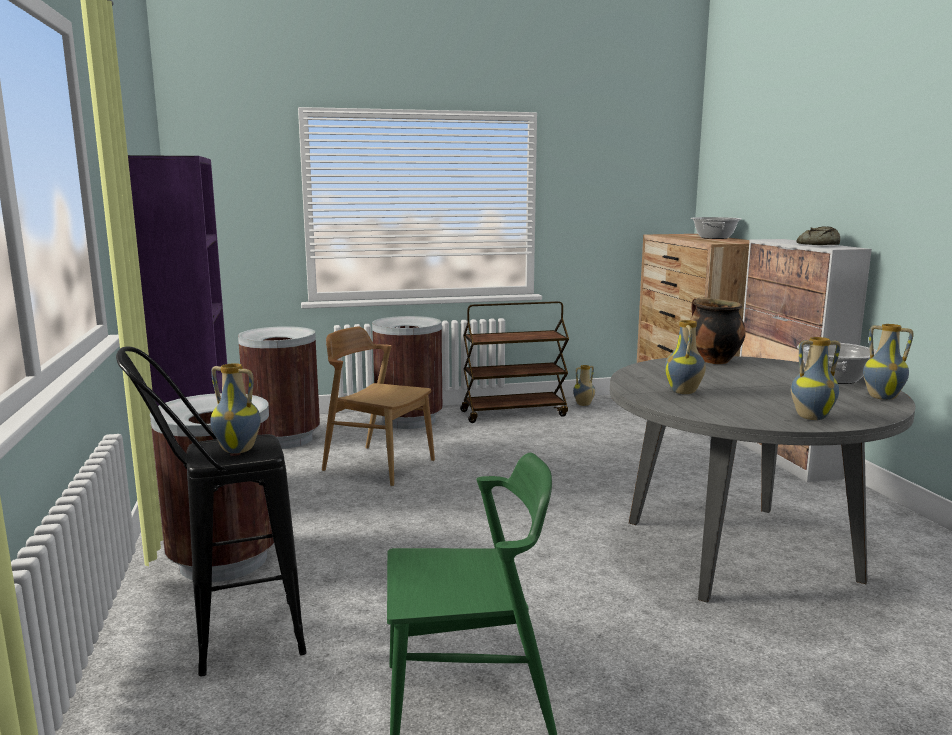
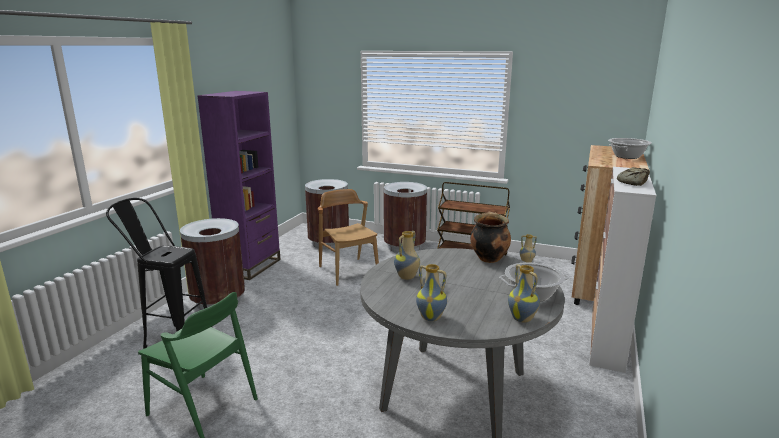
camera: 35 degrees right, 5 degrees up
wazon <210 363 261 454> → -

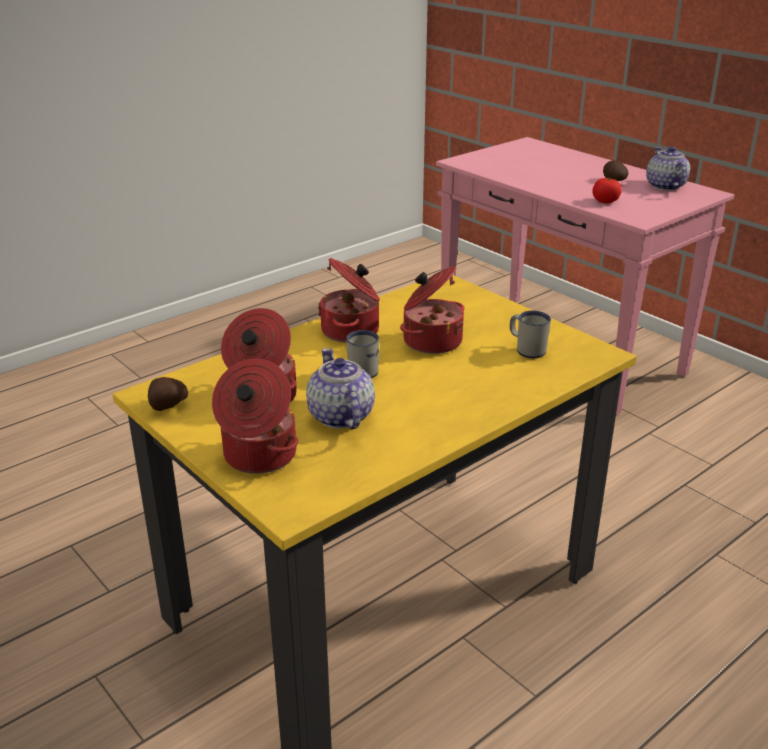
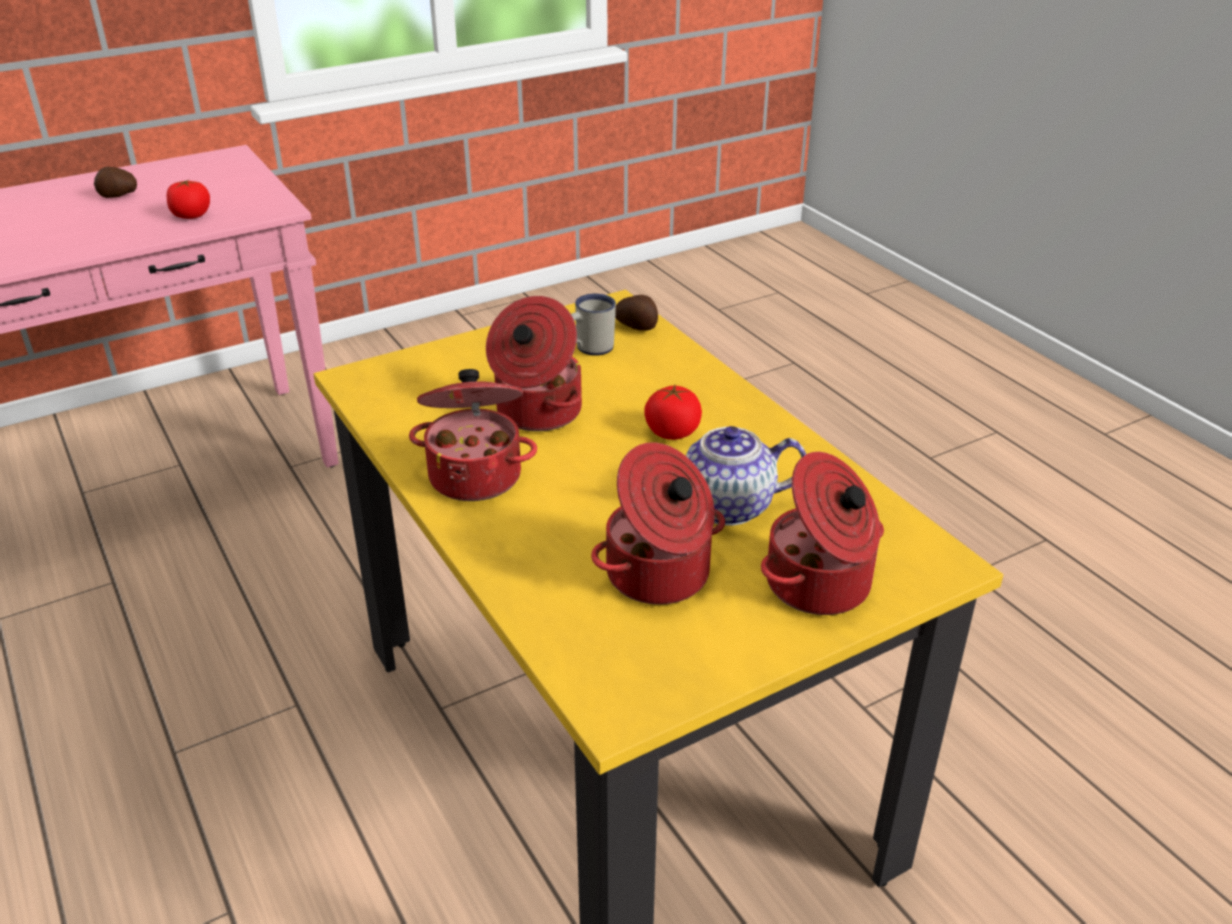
camera: 80 degrees left, 5 degrees up
kubek/biały <346 330 379 378> → -
imbryk <646 146 690 191> → -
- → pomidor <644 385 702 440>
ziemniak <148 377 188 411> → ziemniak <615 295 658 331>, relocated

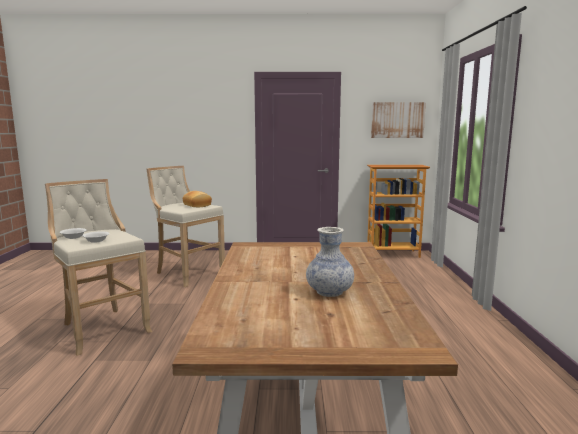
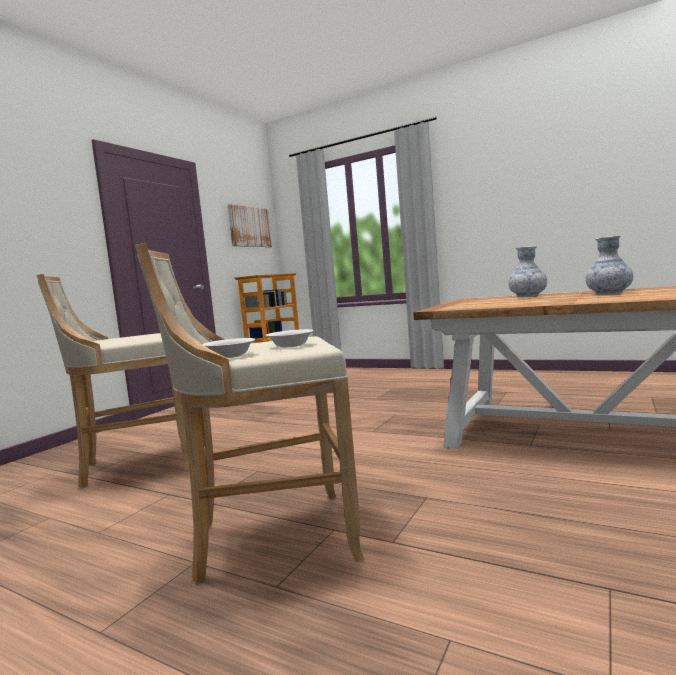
camera: 60 degrees left, 5 degrees down
chleb <183 191 212 207> → -
- → wazon <508 246 547 297>

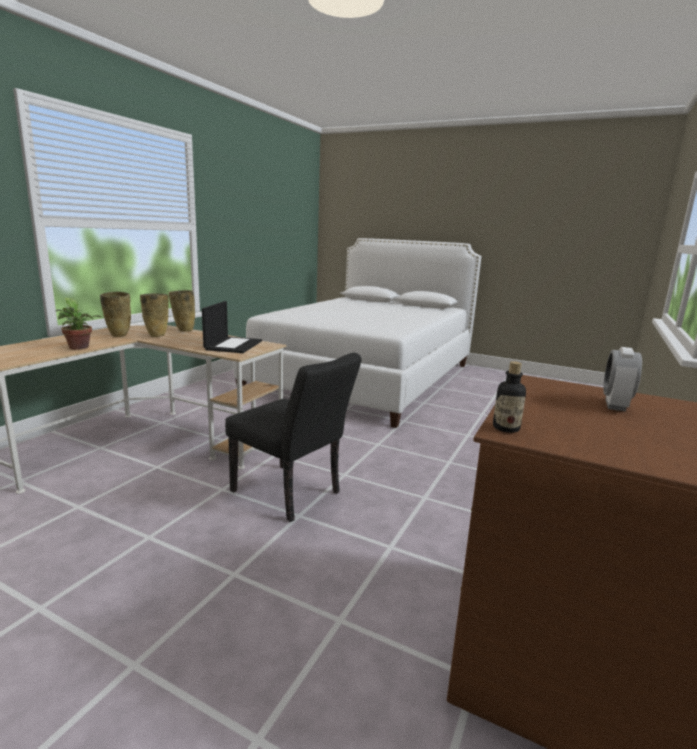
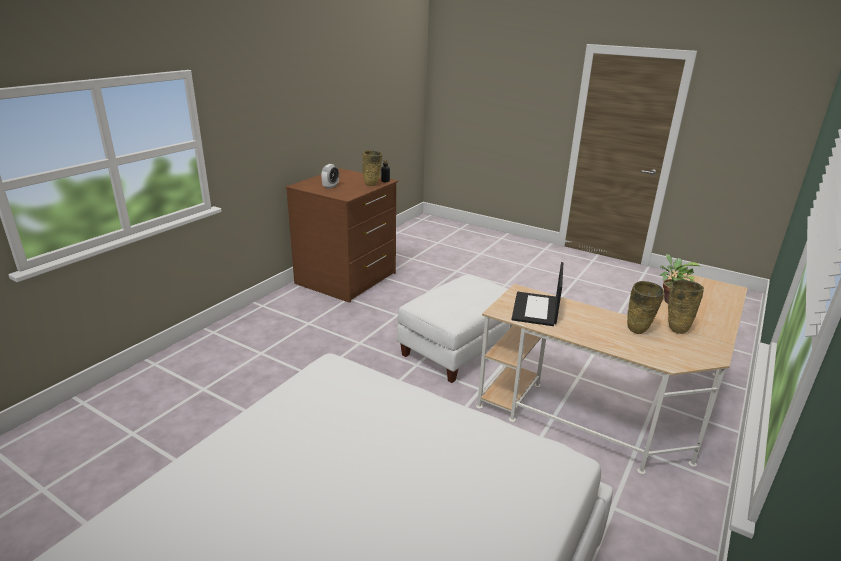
camera: 175 degrees left, 10 degrees up
wazon/beżowy <169 290 195 332> → wazon/beżowy <362 150 382 186>, relocated
krzesło/czarny <225 353 362 522> → pufa/biały <397 274 510 383>

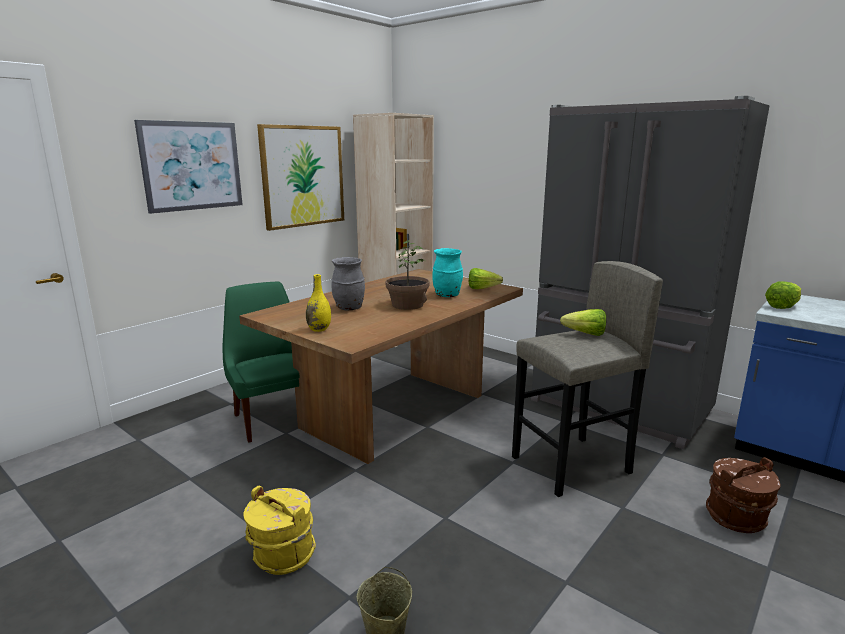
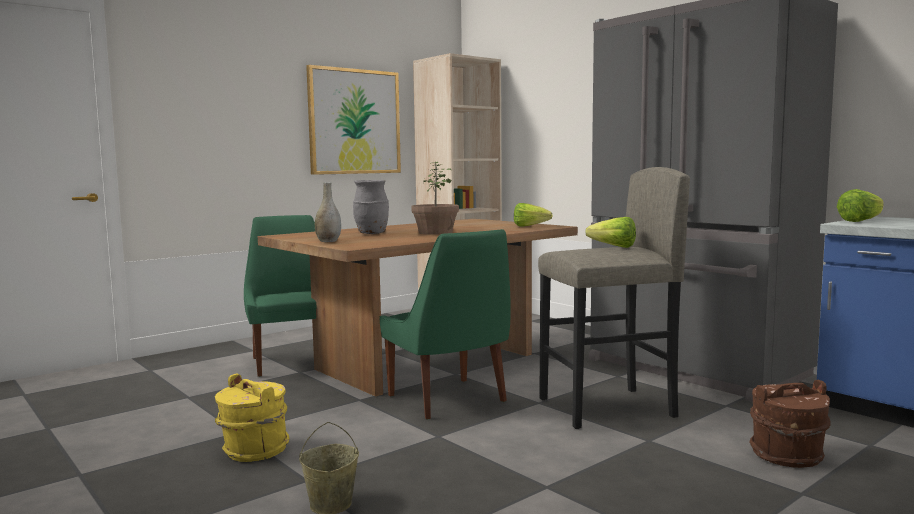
camera: 10 degrees right, 10 degrees down
obraz <134 120 243 214> → -
wazon/turkusowy <432 248 463 297> → -
- → krzesło/zielony <380 229 510 420>
wazon/żółty <306 274 331 332> → wazon/szary <315 182 341 242>

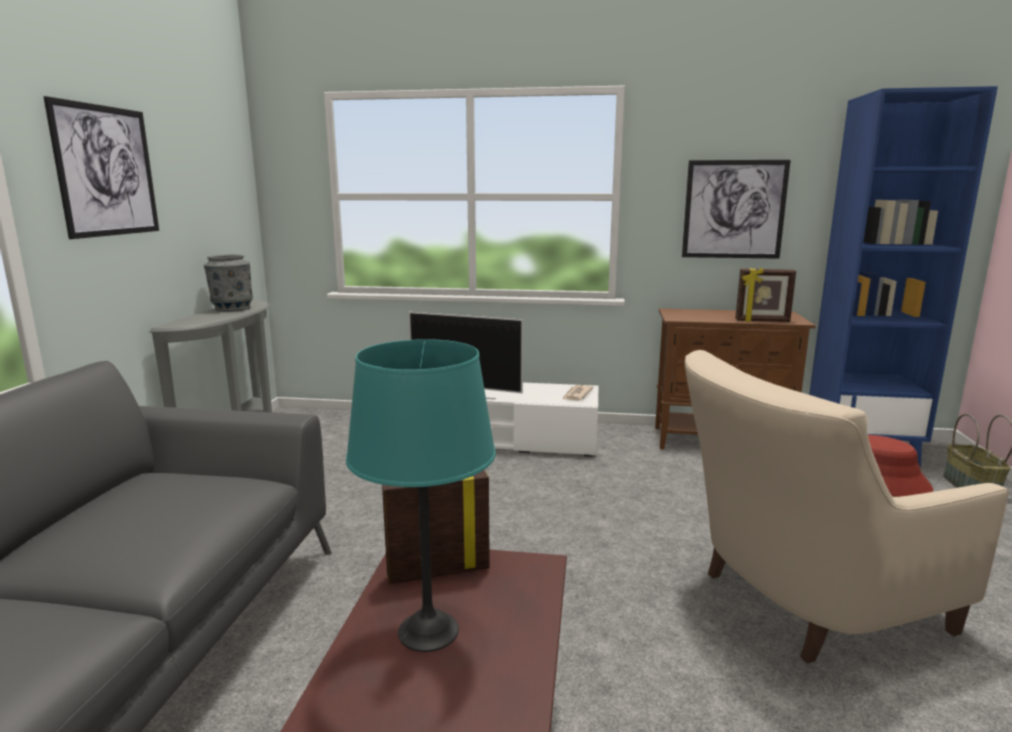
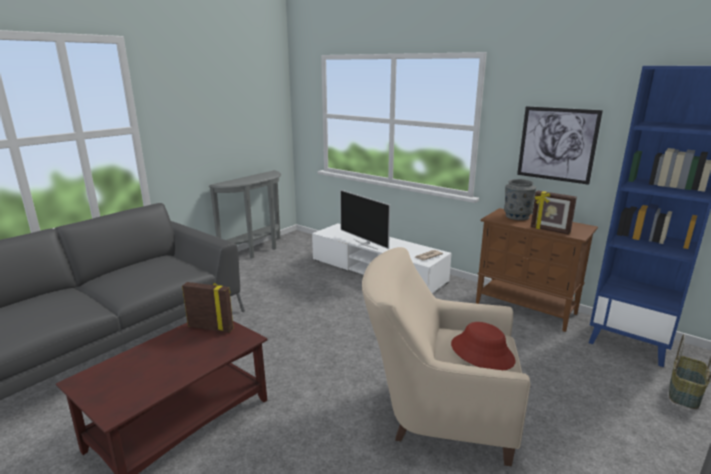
camera: 30 degrees right, 5 degrees up
obraz <43 96 159 239> → -
lampa stołowa/turkusowy <346 339 496 652> → -
wazon/szary <204 255 253 312> → wazon/szary <504 179 536 220>, relocated

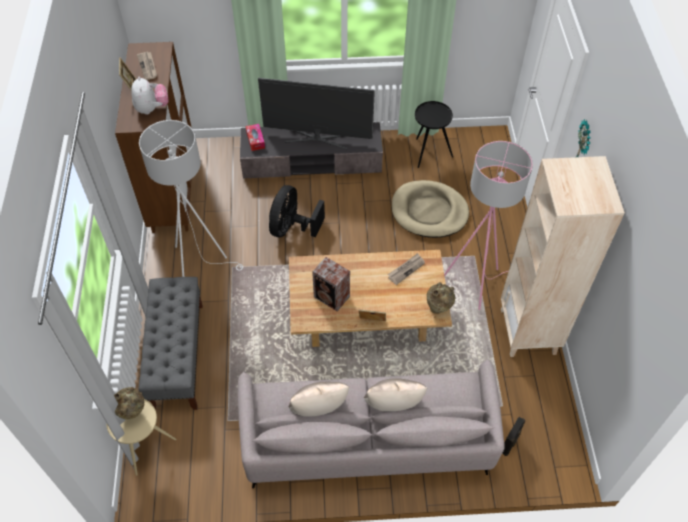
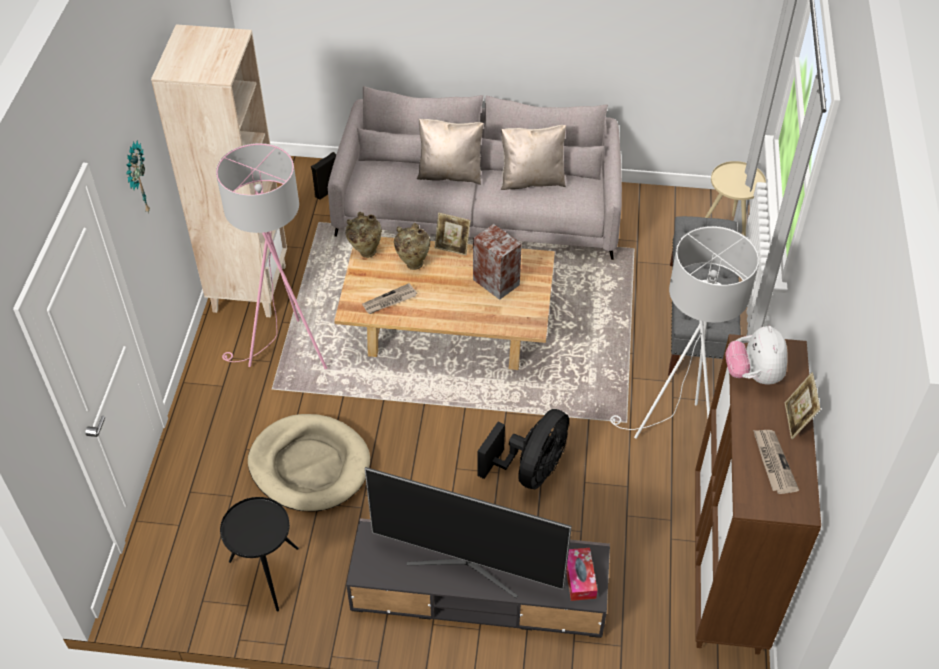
camera: 170 degrees left, 5 degrees down
wazon/beżowy <114 387 145 420> → wazon/beżowy <394 223 430 270>, relocated

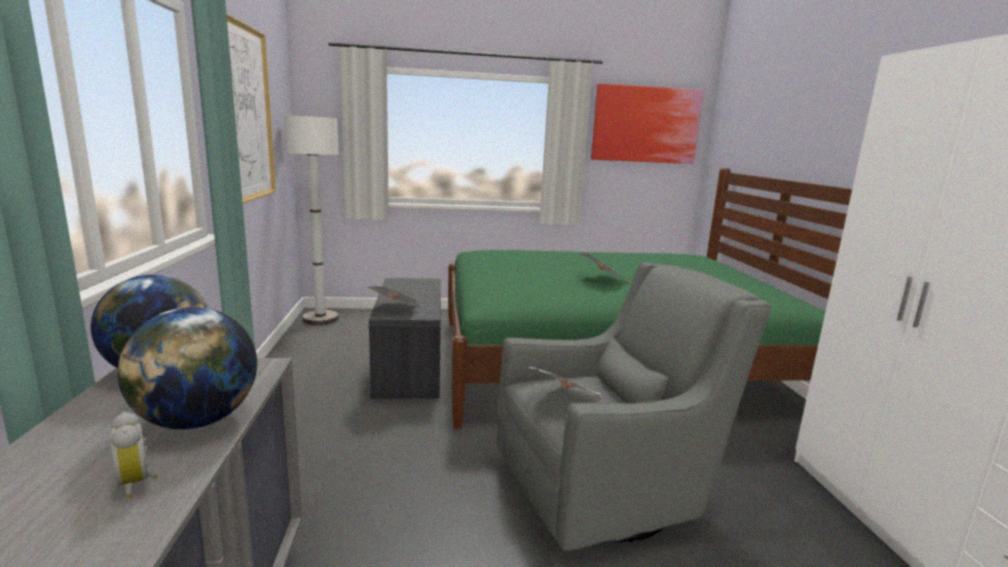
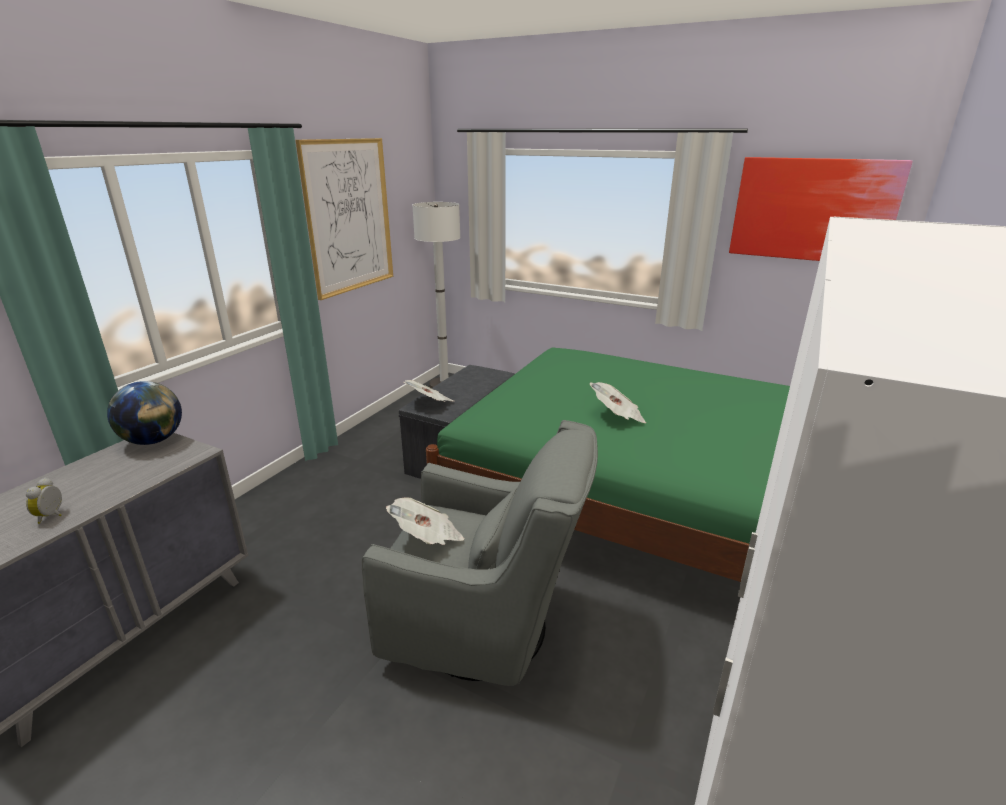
camera: 35 degrees right, 10 degrees up
globus <117 307 257 429> → -

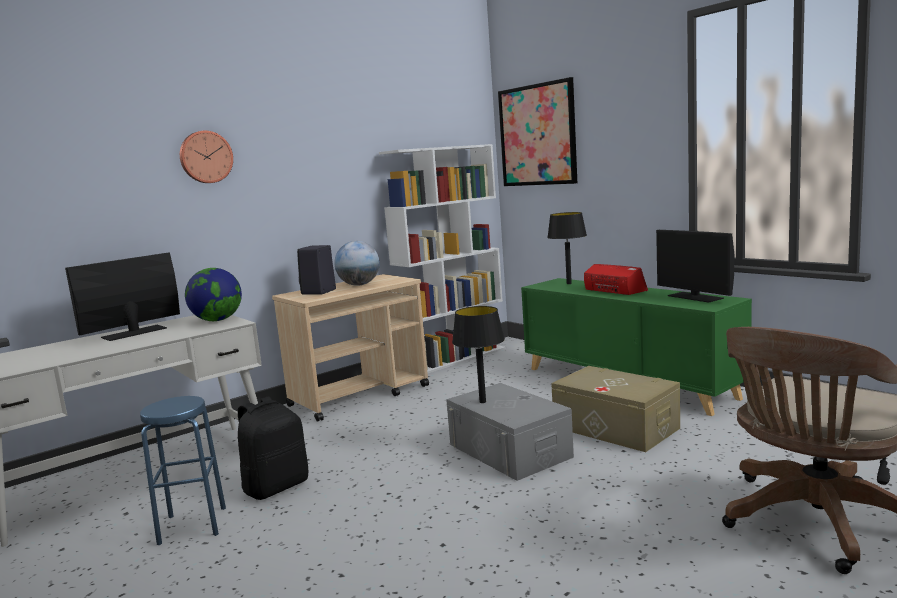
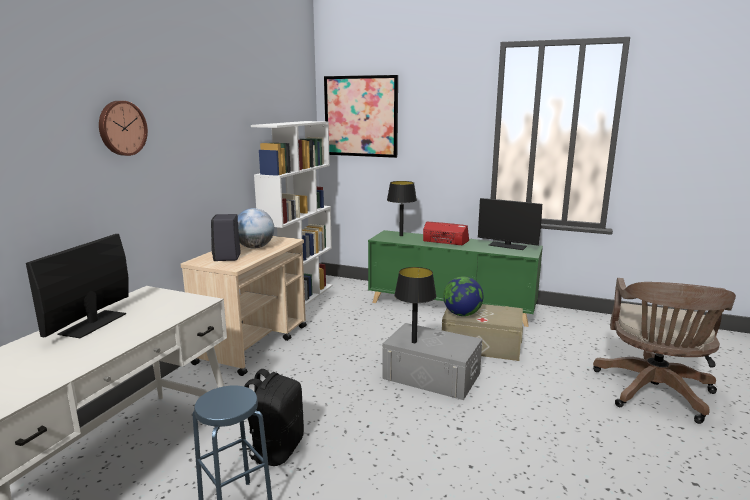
camera: 30 degrees left, 5 degrees up
globus <185 268 242 321> → globus <443 276 484 316>, relocated

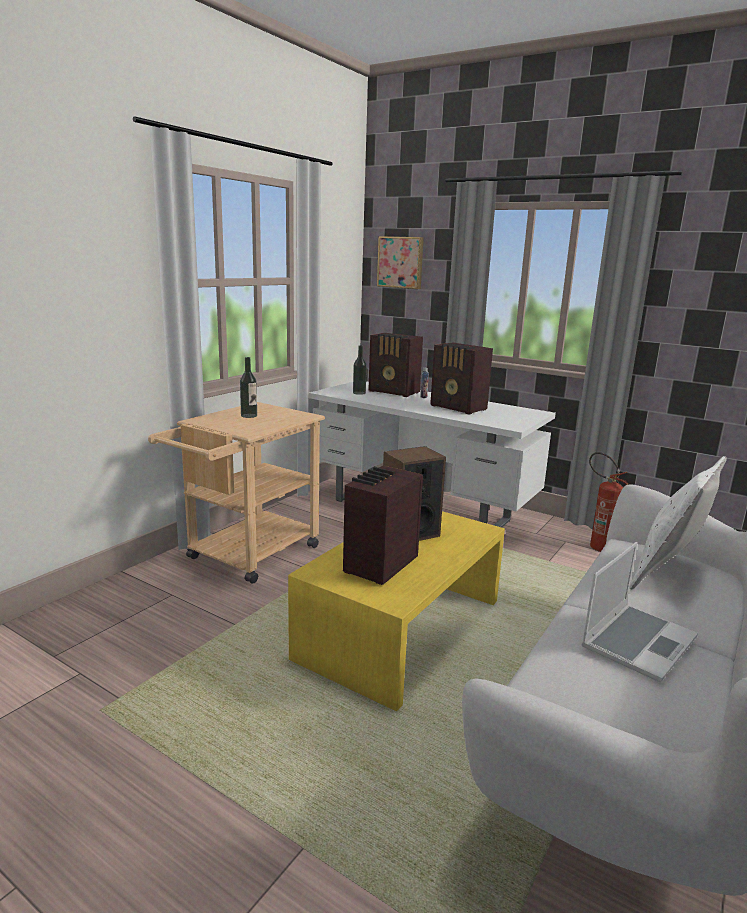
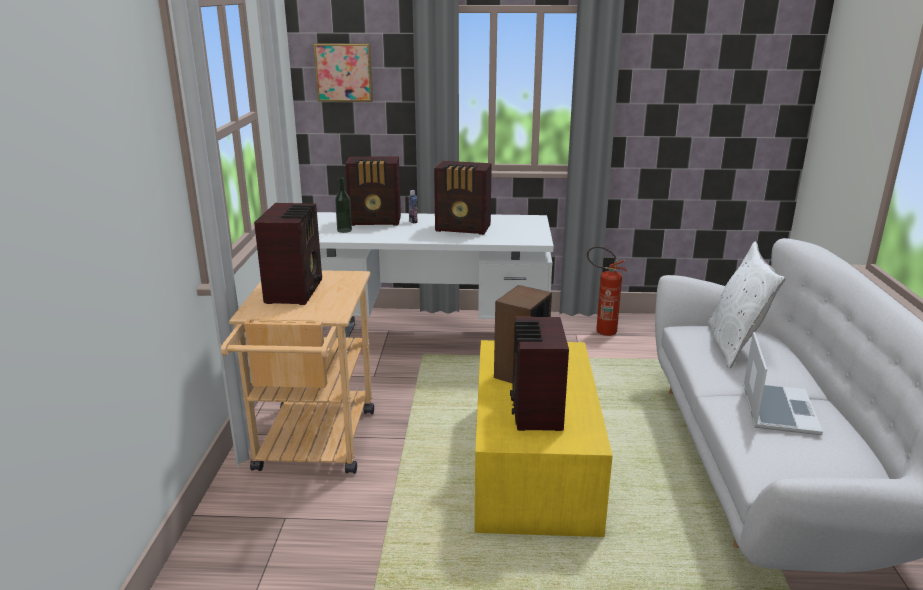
camera: 30 degrees left, 5 degrees up
butelka <240 357 257 418> → radio <254 203 322 305>

